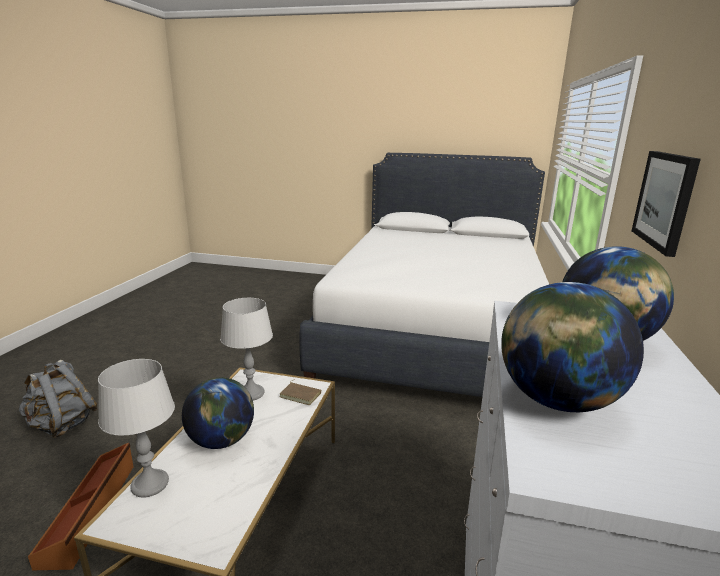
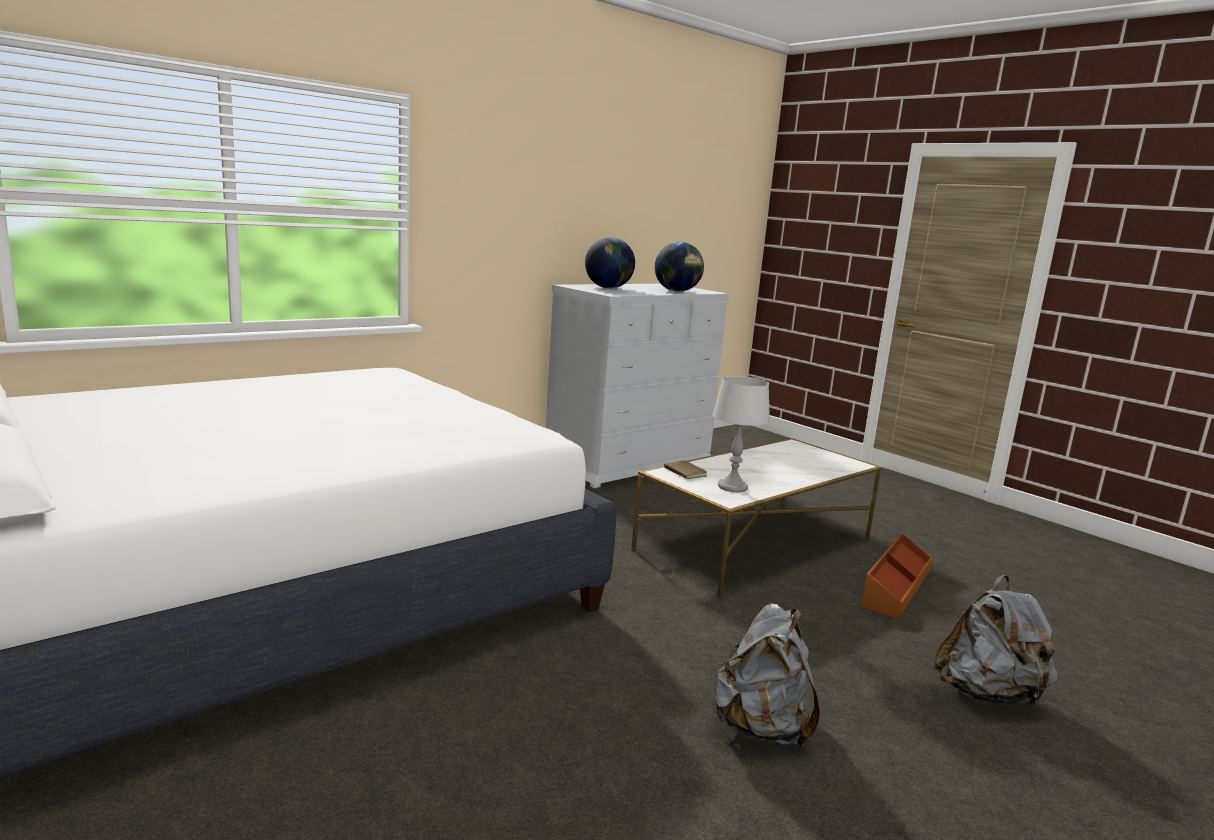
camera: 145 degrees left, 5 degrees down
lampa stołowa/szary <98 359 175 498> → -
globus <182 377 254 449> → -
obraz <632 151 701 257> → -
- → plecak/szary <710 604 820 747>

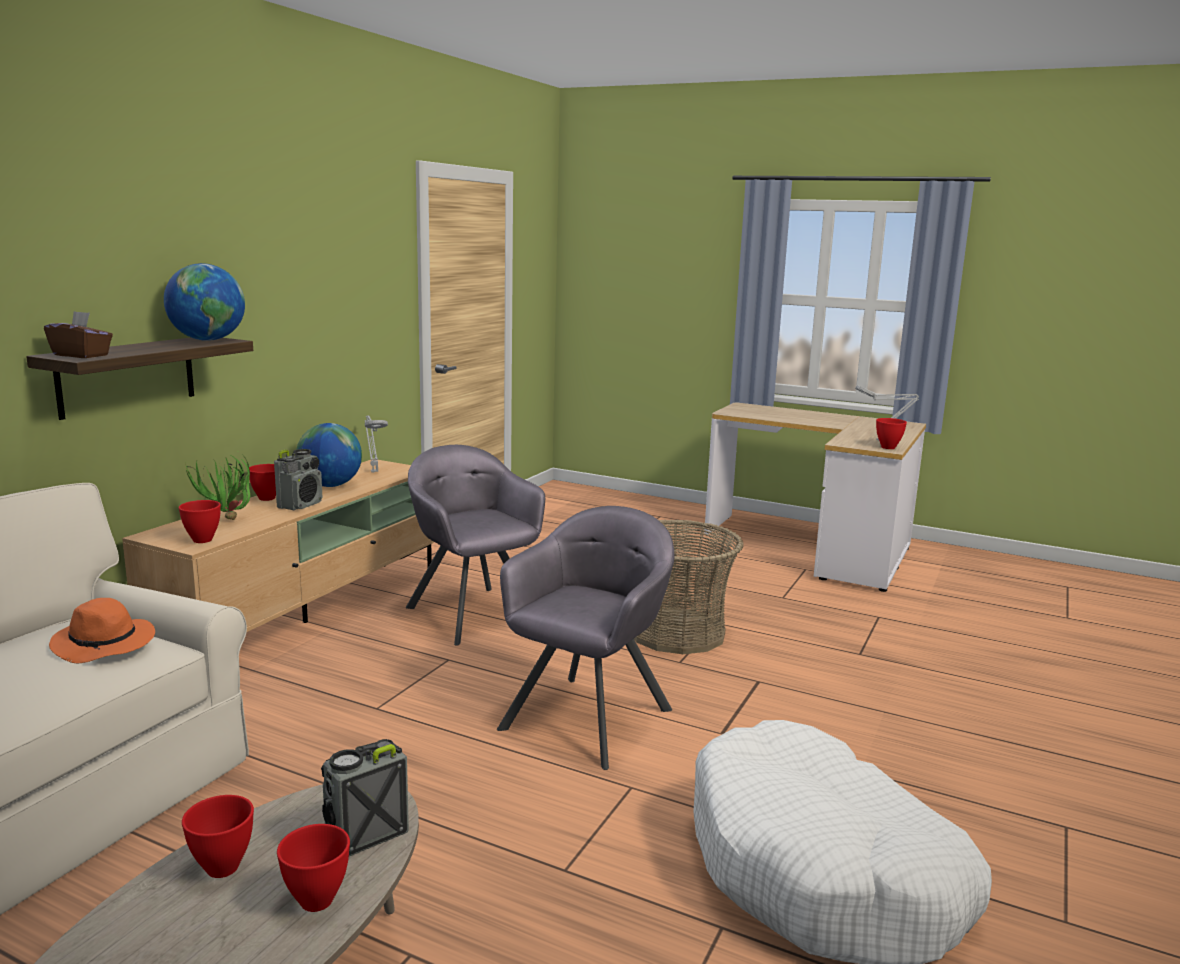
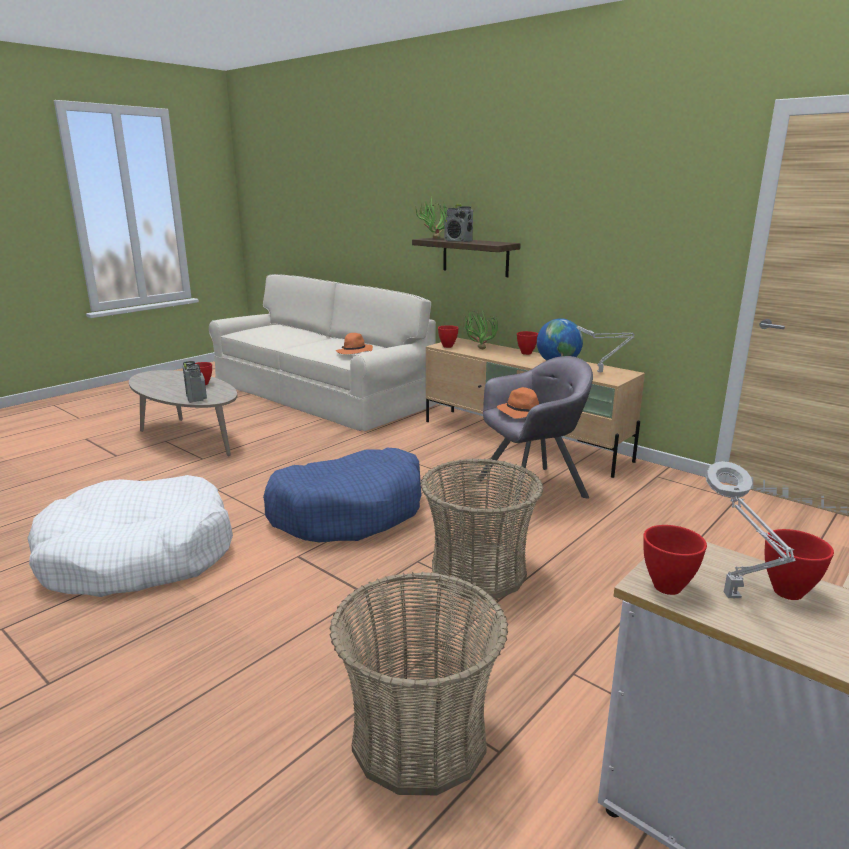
camera: 105 degrees right, 5 degrees up
globus <164 263 245 341> → -
- → koszyk <329 572 508 795>
- → kapelusz/pomarańczowy <497 387 539 419>
radio <274 449 322 510> → radio <444 204 473 242>, relocated
miska/czerwony <277 824 350 912> → miska/czerwony <765 529 834 600>, relocated
pudełko chusteczek/brązowy <44 311 113 358> → roślina doniczkowa <415 198 449 239>
fotel/szary <497 506 674 770> → legowisko/niebieski <263 448 421 542>

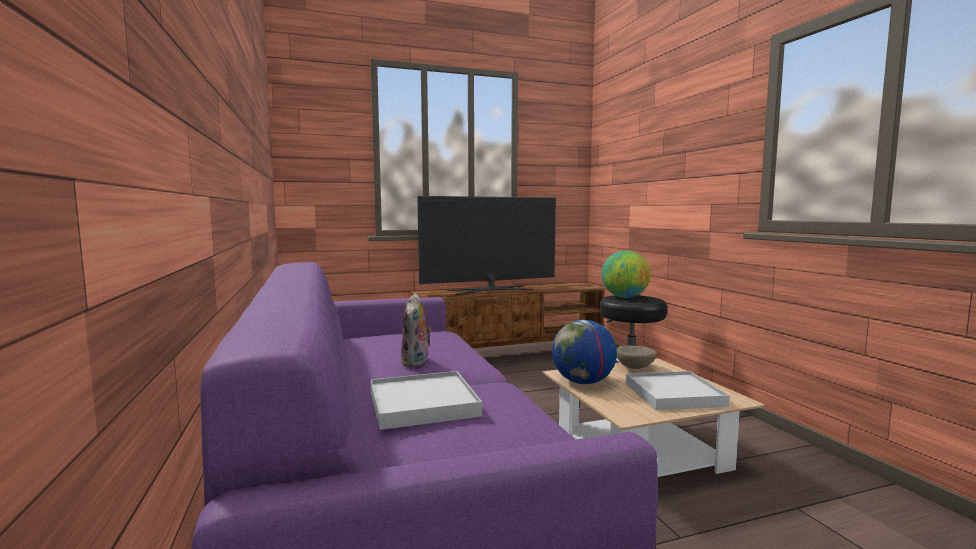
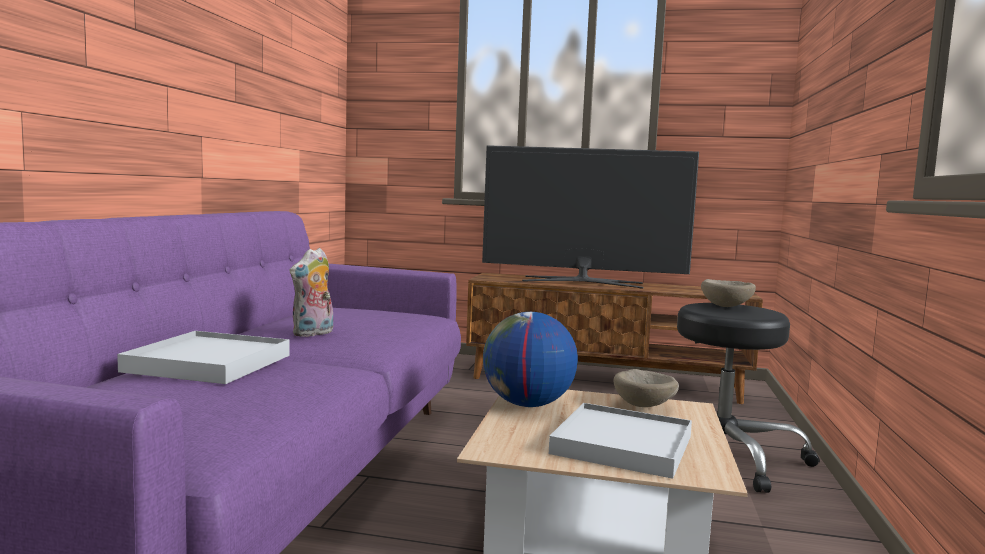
camera: 30 degrees right, 0 degrees up
globus <602 251 651 298> → miska/beżowy <701 279 756 307>

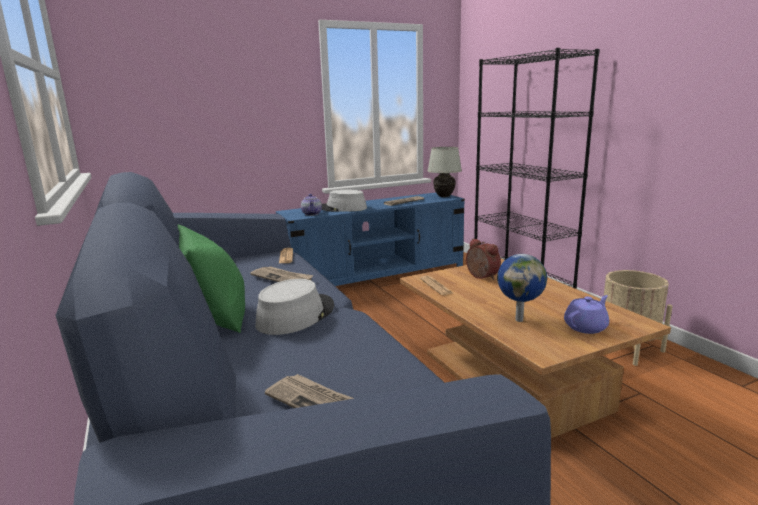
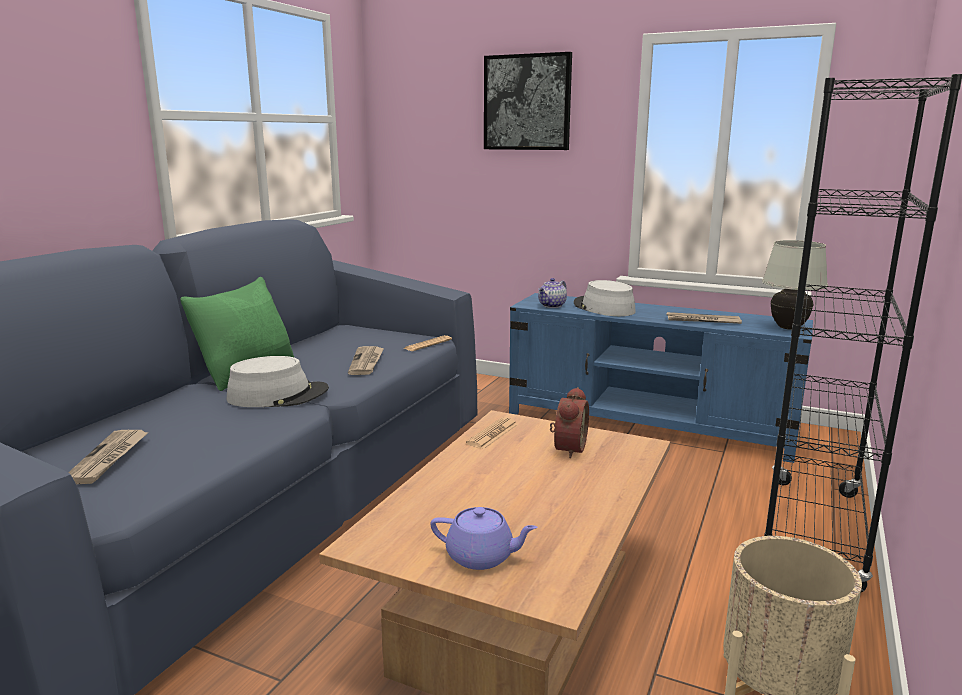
camera: 50 degrees right, 0 degrees up
globus <497 254 547 322> → -
- → obraz <484 52 572 150>

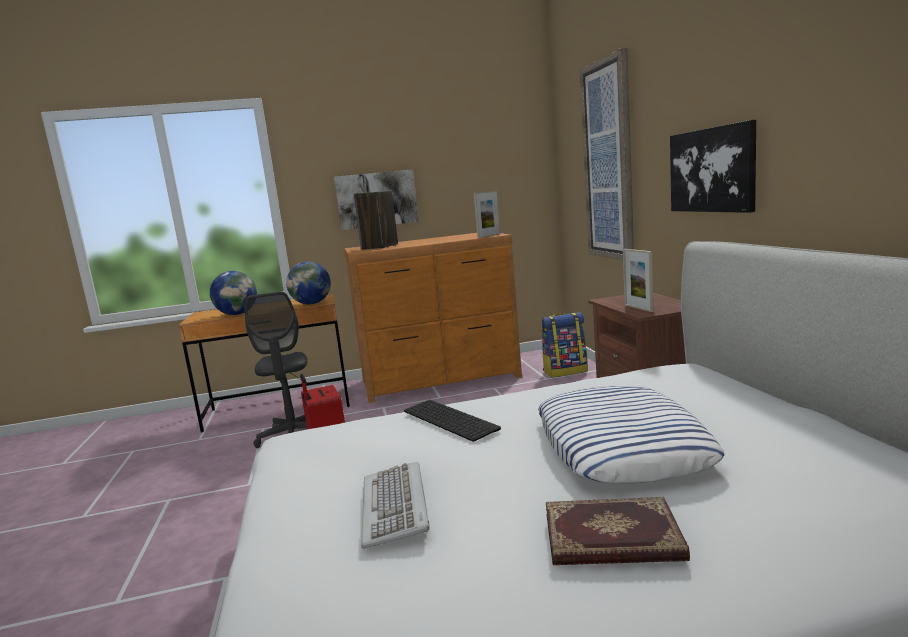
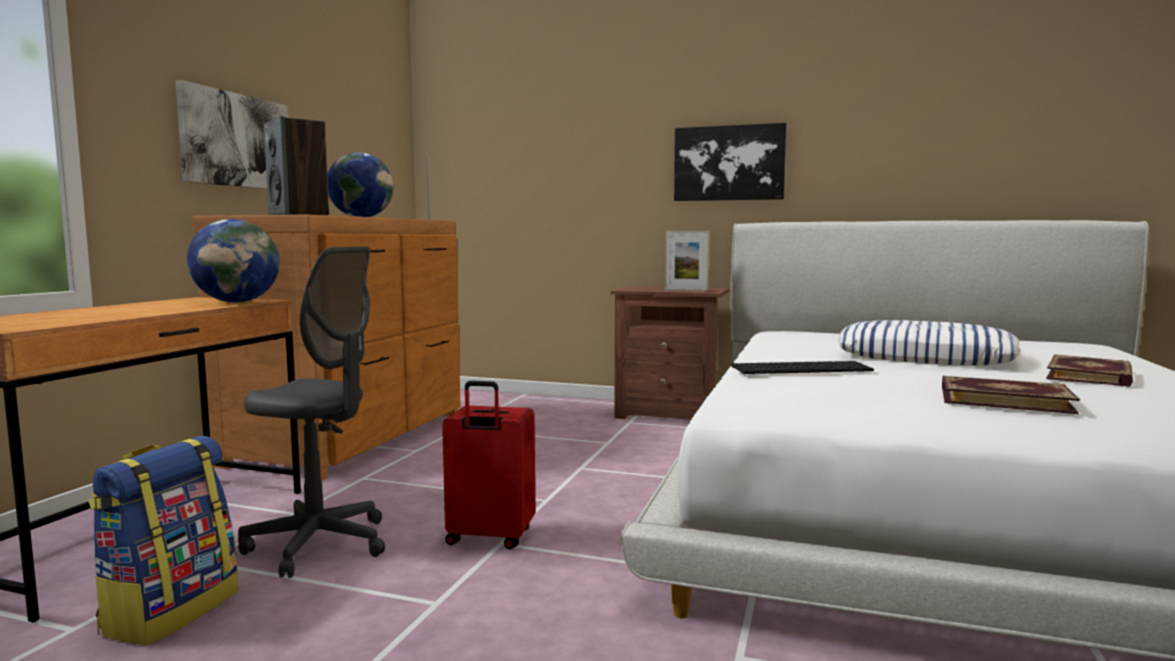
camera: 60 degrees left, 5 degrees down
obraz <580 48 634 260> → -
globus <210 271 257 315> → globus <327 152 394 217>, relocated
plecak <541 312 588 377> → plecak <88 436 238 646>, relocated
klawiatura <361 462 430 549> → książka <942 376 1080 414>

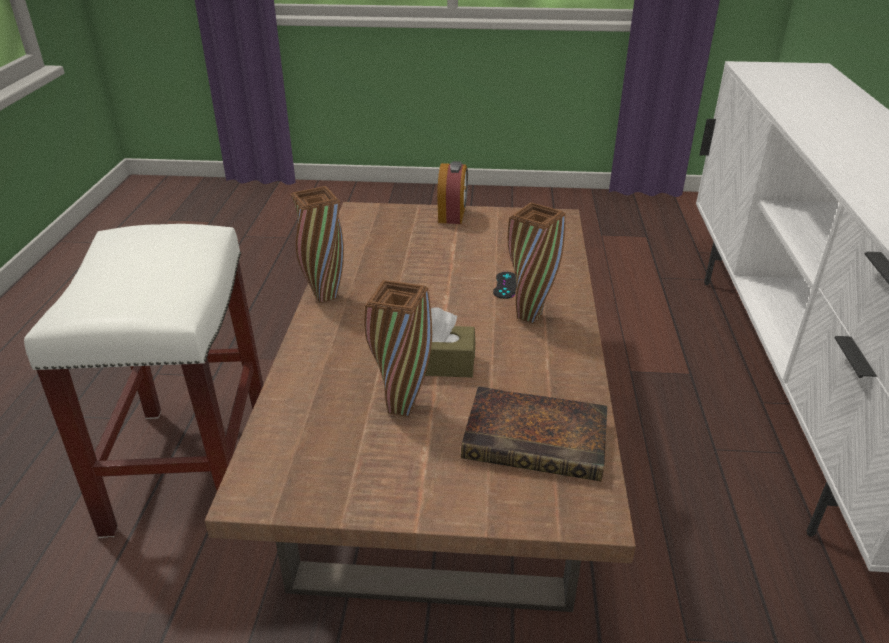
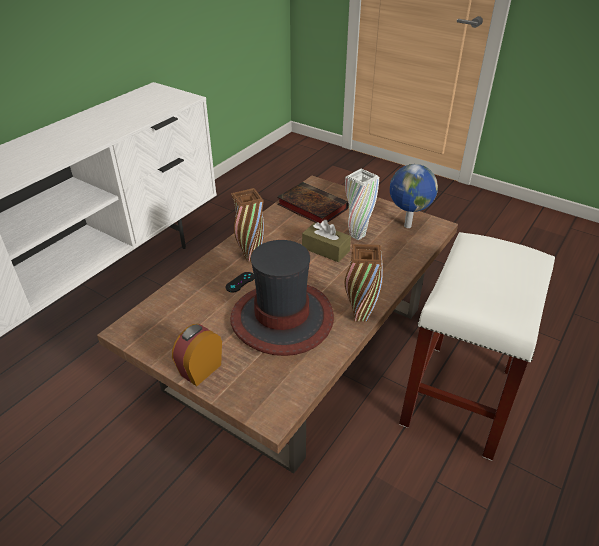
camera: 150 degrees left, 5 degrees up
- → kapelusz <230 240 334 356>
- → globus <390 164 438 228>
wazon/brązowy <364 280 432 417> → wazon/biały <345 169 379 240>

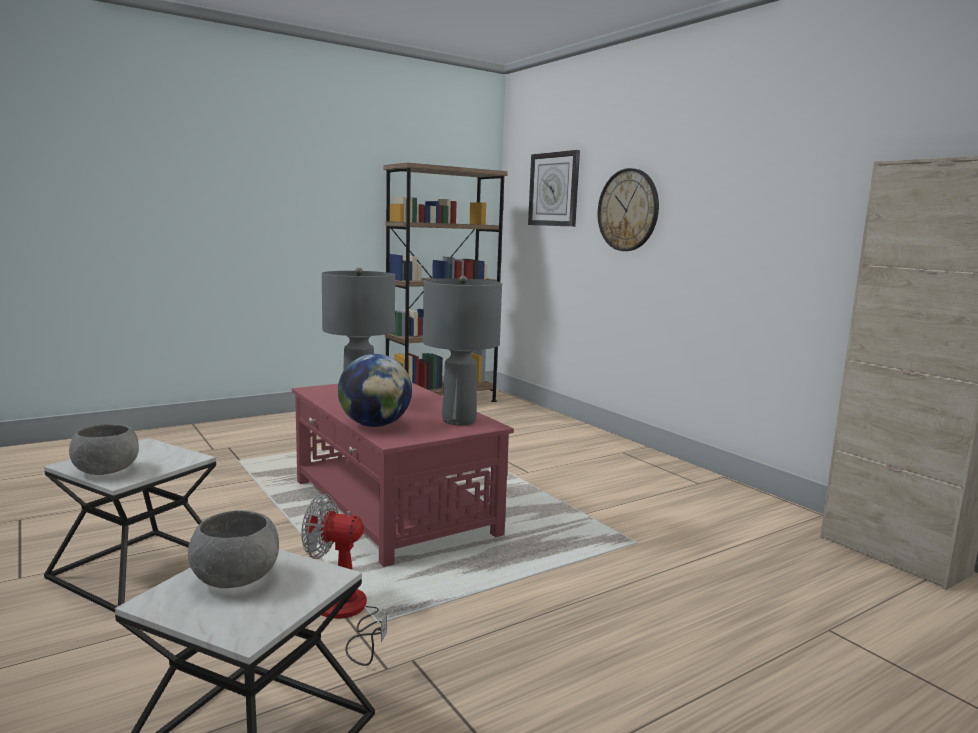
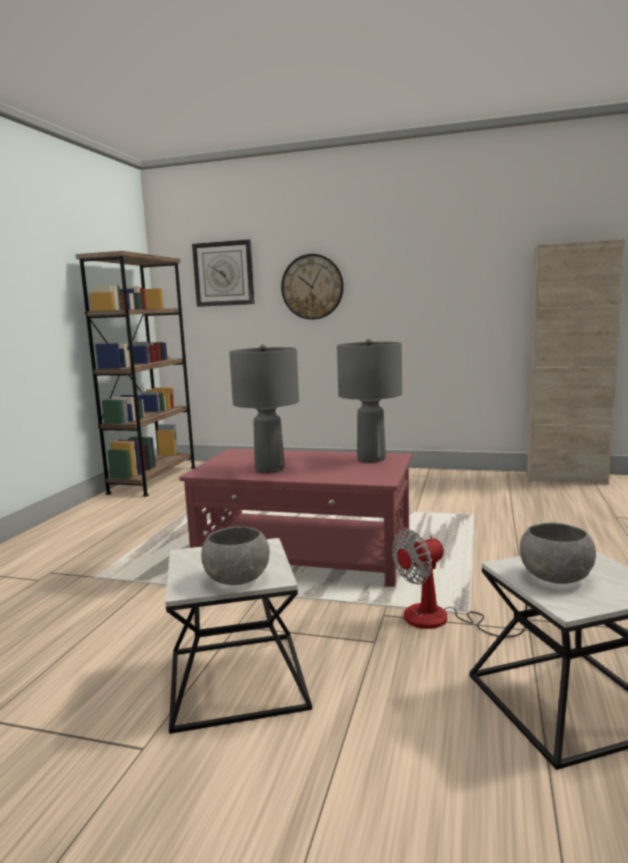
camera: 40 degrees left, 0 degrees up
globus <338 354 412 427> → -

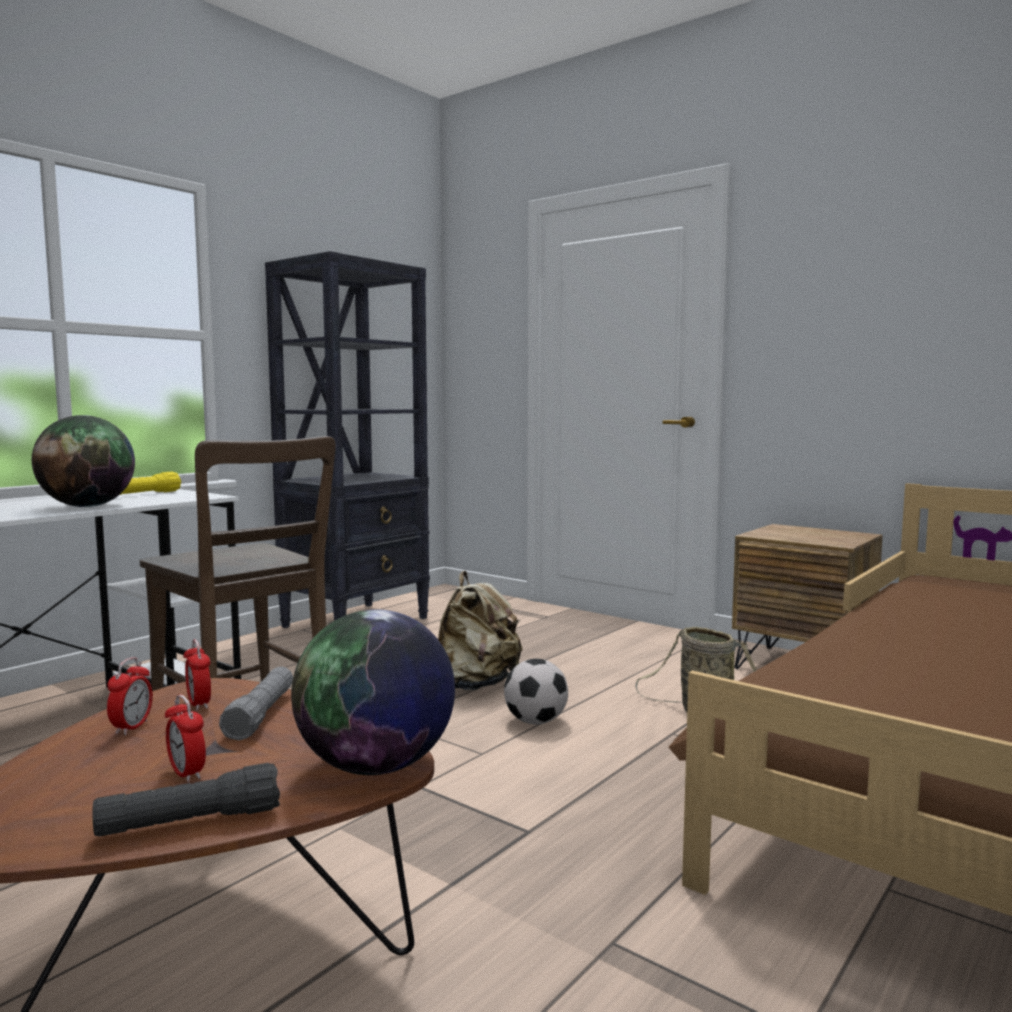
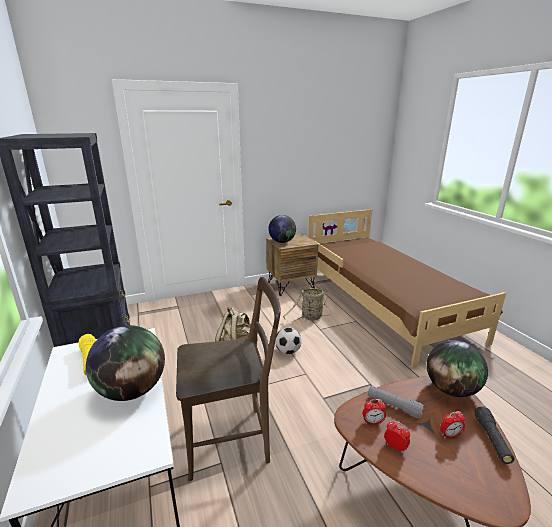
camera: 60 degrees left, 15 degrees up
- → globus <268 215 296 243>

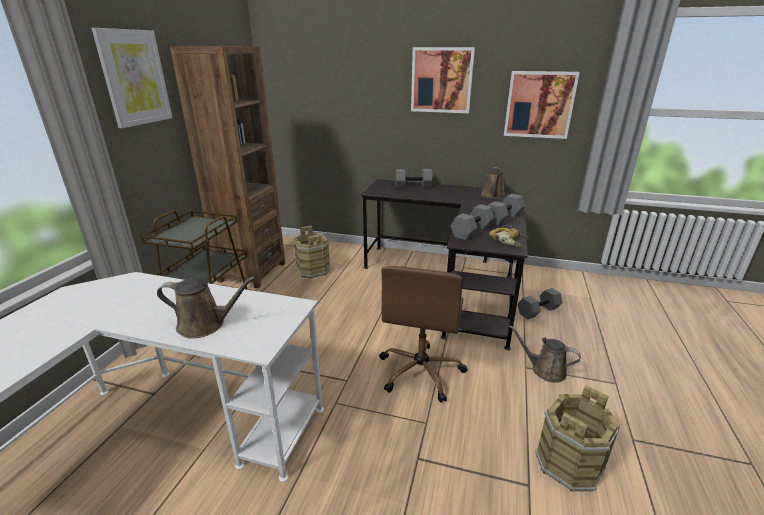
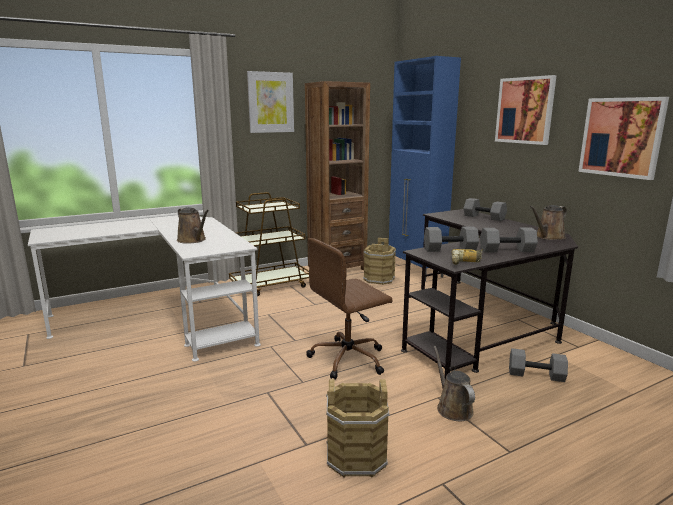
camera: 45 degrees right, 10 degrees down
- → szafka/niebieski <389 56 461 281>

